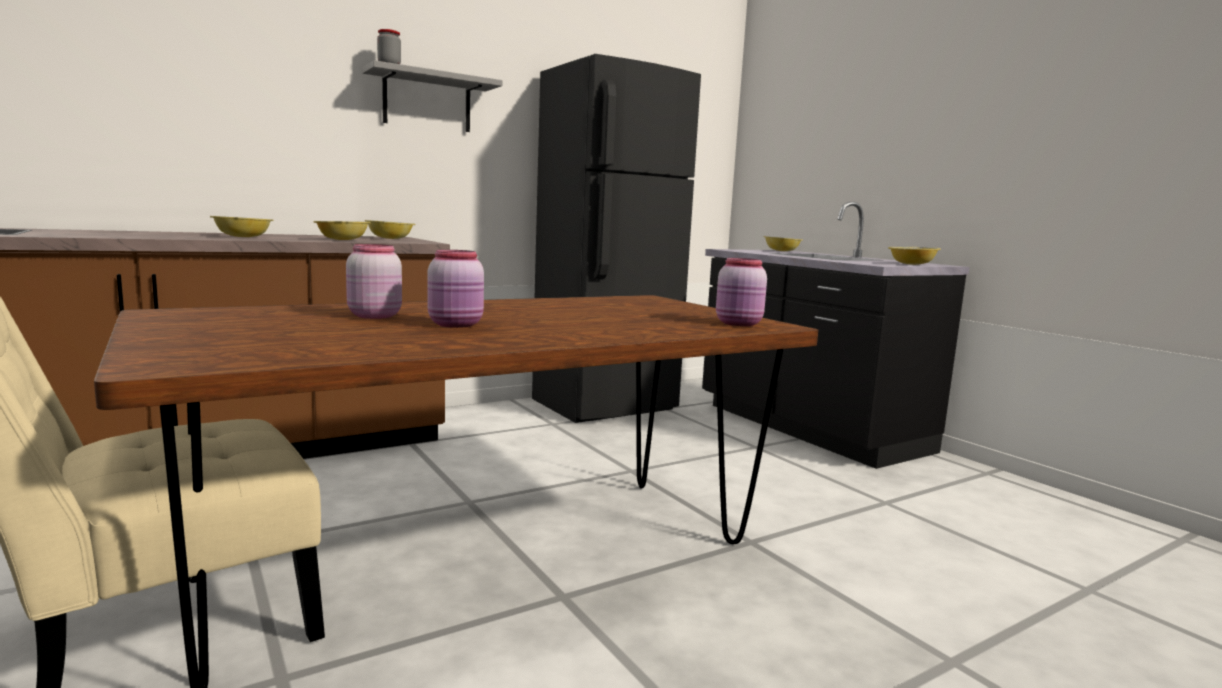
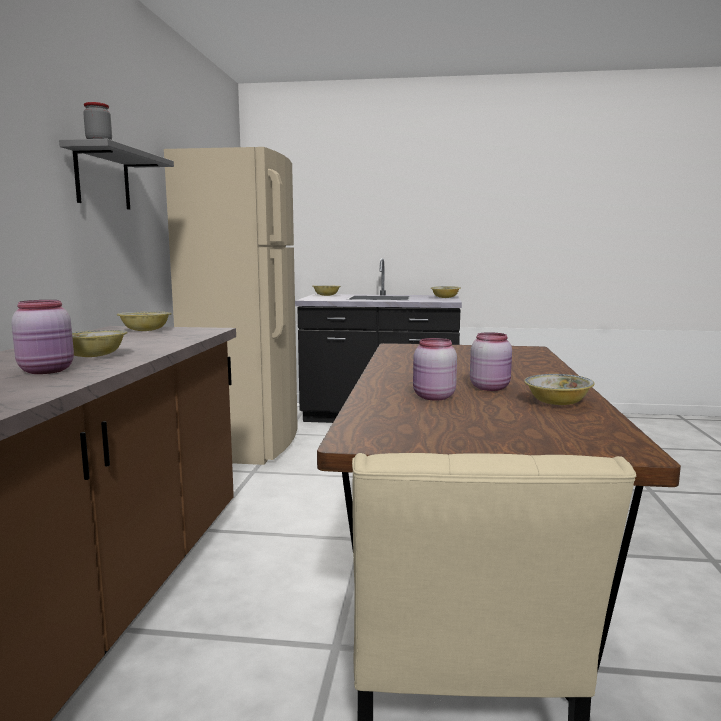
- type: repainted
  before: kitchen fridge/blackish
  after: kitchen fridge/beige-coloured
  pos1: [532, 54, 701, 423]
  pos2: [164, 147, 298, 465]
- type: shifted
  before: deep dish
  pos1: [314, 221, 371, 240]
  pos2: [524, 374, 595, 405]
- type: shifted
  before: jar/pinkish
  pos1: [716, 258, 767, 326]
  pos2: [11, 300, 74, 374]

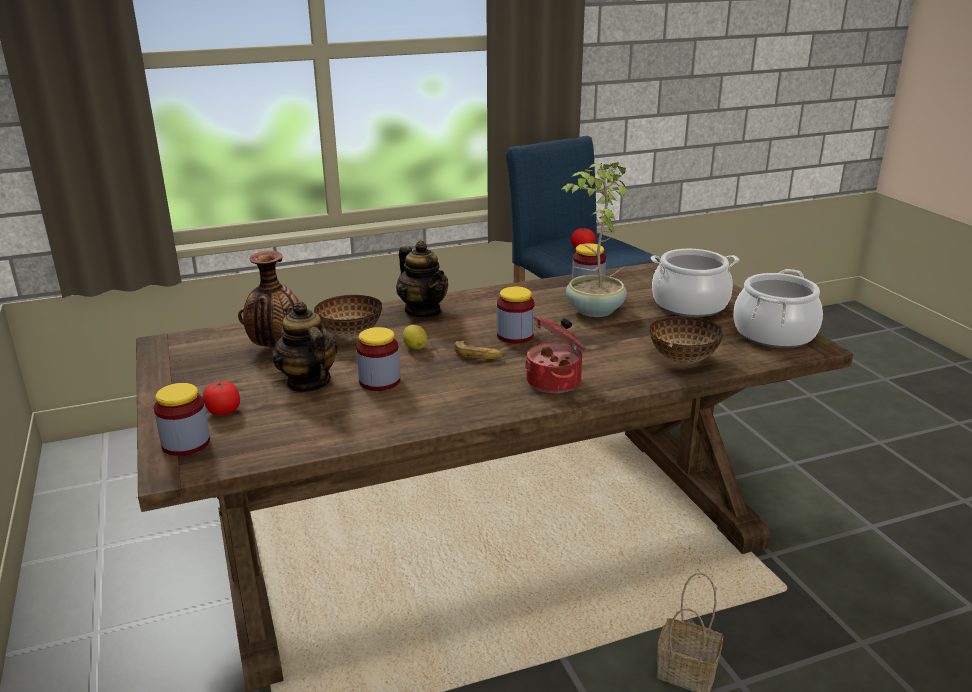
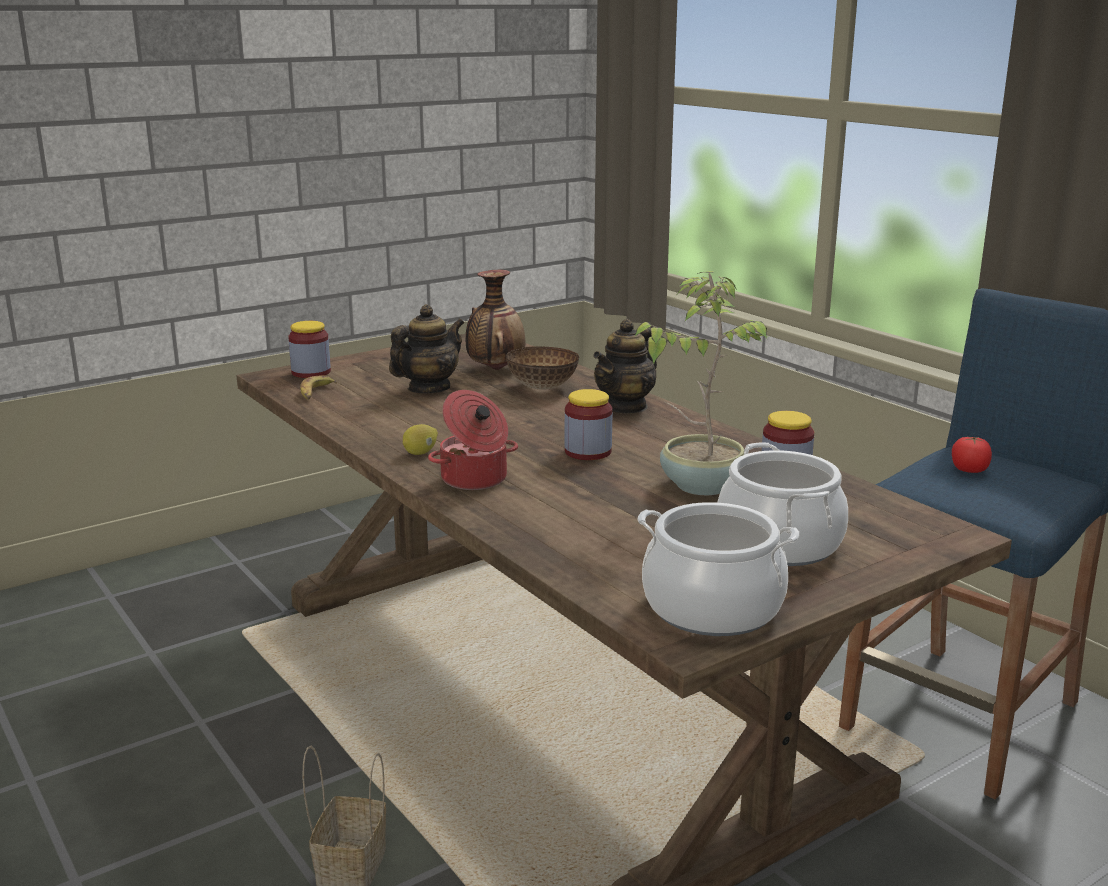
- type: gone
  before: deep dish
  pos1: [650, 316, 723, 363]
- type: shifted
  before: lemon
  pos1: [403, 325, 427, 350]
  pos2: [403, 424, 438, 455]
- type: gone
  before: jar
  pos1: [356, 327, 400, 391]
- type: shifted
  before: banana
  pos1: [454, 341, 503, 359]
  pos2: [300, 376, 337, 399]
- type: gone
  before: whole tomato
  pos1: [203, 380, 240, 415]

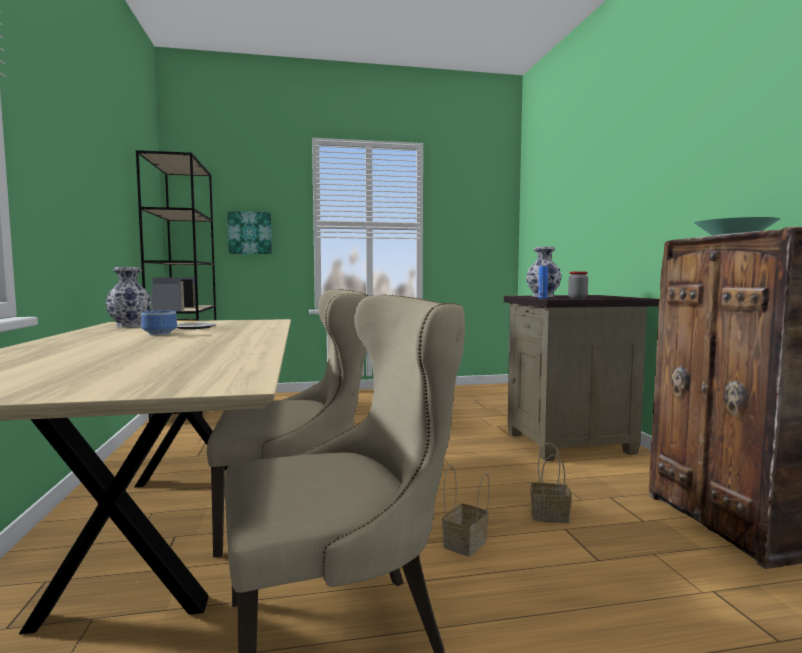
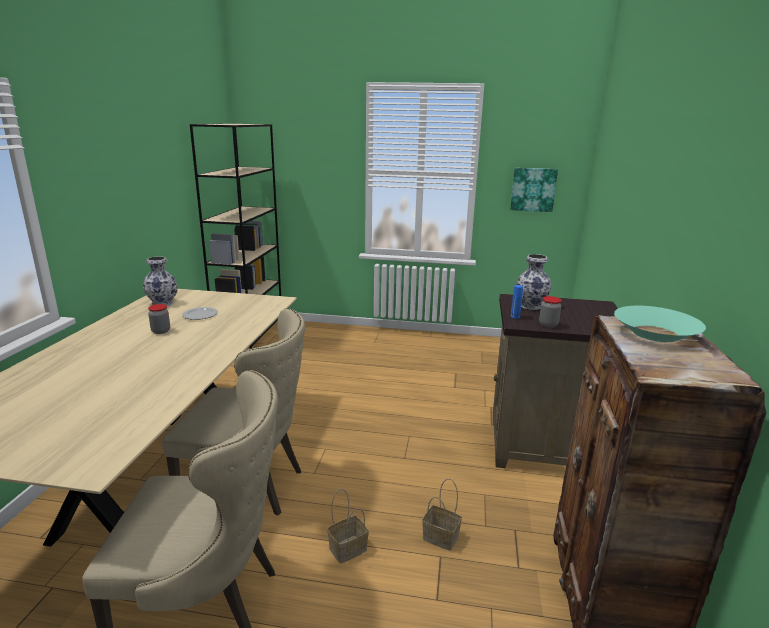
- type: shifted
  before: wall art
  pos1: [227, 211, 272, 254]
  pos2: [510, 168, 558, 212]
- type: swapped
  before: deep dish
  after: jar
  pos1: [141, 311, 177, 336]
  pos2: [148, 304, 170, 334]

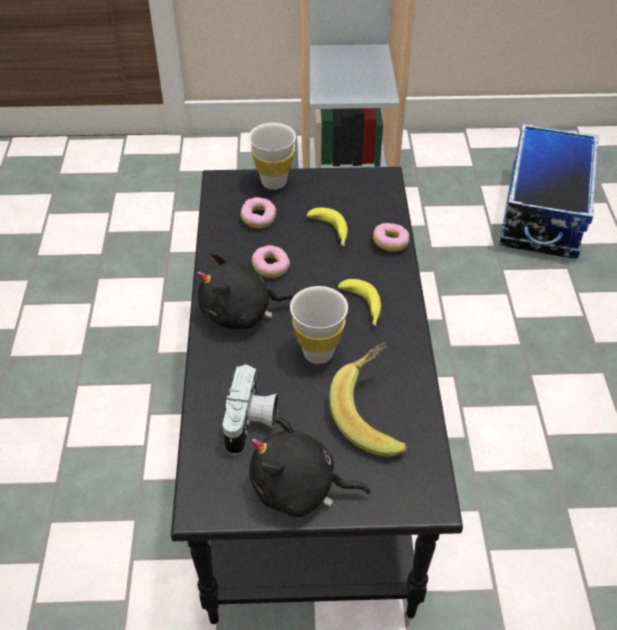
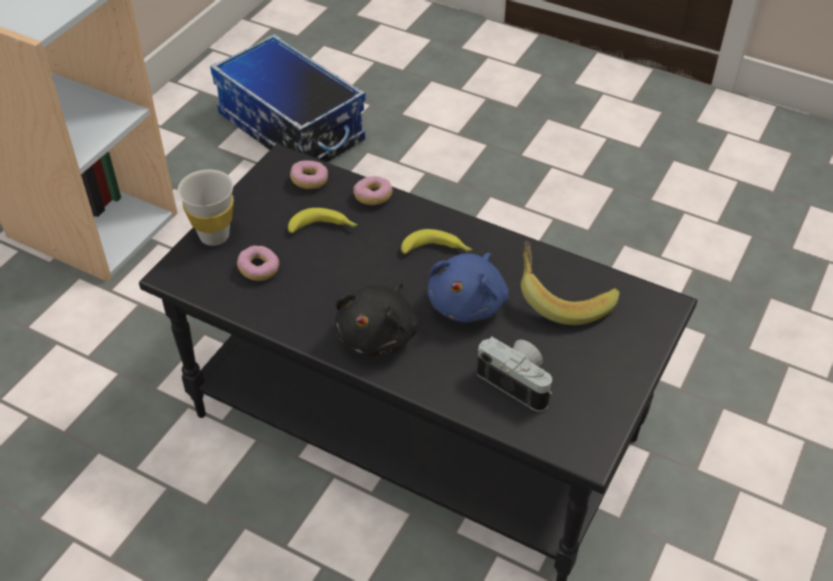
- type: shifted
  before: doughnut
  pos1: [252, 245, 290, 278]
  pos2: [290, 160, 328, 189]
- type: swapped
  before: cup/white-coloured
  after: cuddly toy/blue
  pos1: [290, 286, 348, 364]
  pos2: [427, 253, 509, 323]
- type: gone
  before: cuddly toy/blackish
  pos1: [249, 417, 370, 517]

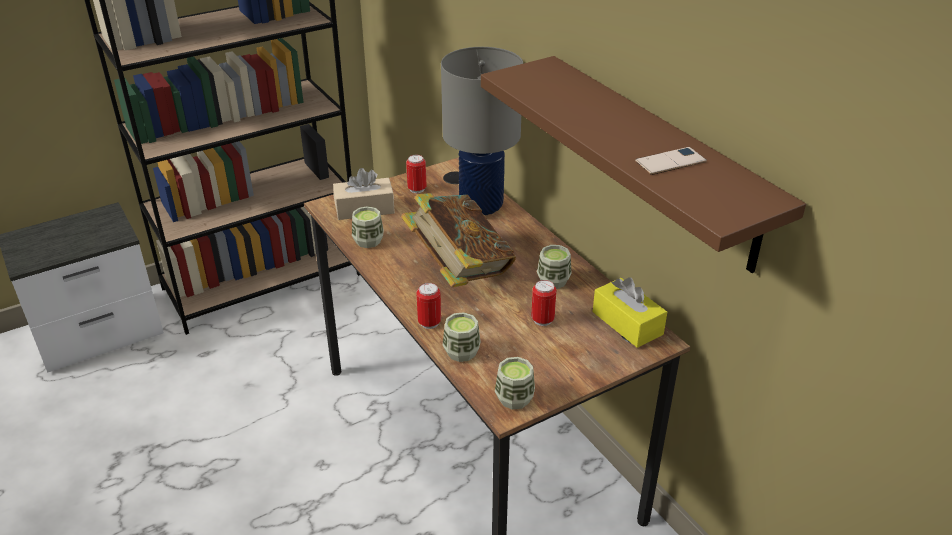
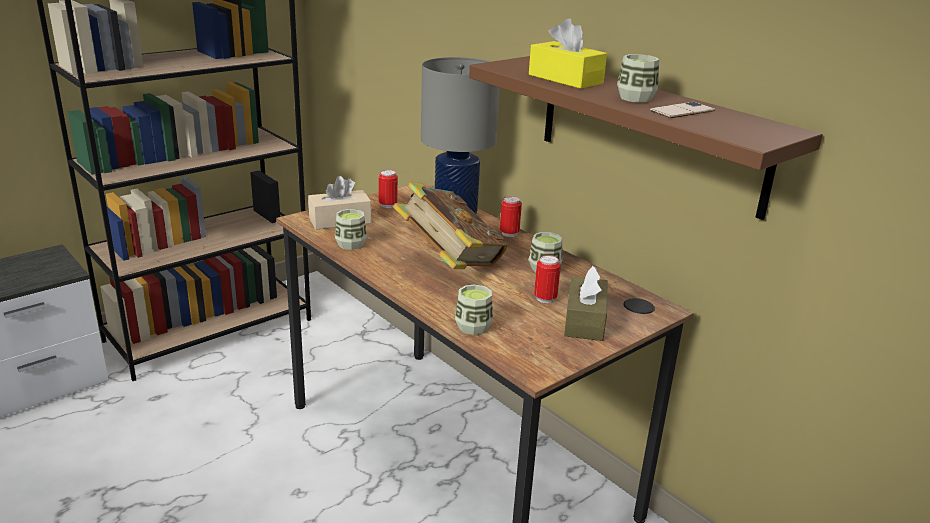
- type: shifted
  before: box of tissues/yellowish
  pos1: [593, 277, 667, 348]
  pos2: [529, 18, 607, 89]
- type: shifted
  before: metal can
  pos1: [416, 283, 441, 329]
  pos2: [500, 196, 522, 237]
- type: shifted
  before: cup
  pos1: [495, 357, 535, 410]
  pos2: [617, 54, 659, 103]
- type: new
  after: box of tissues/brownish
  pos2: [564, 266, 608, 341]

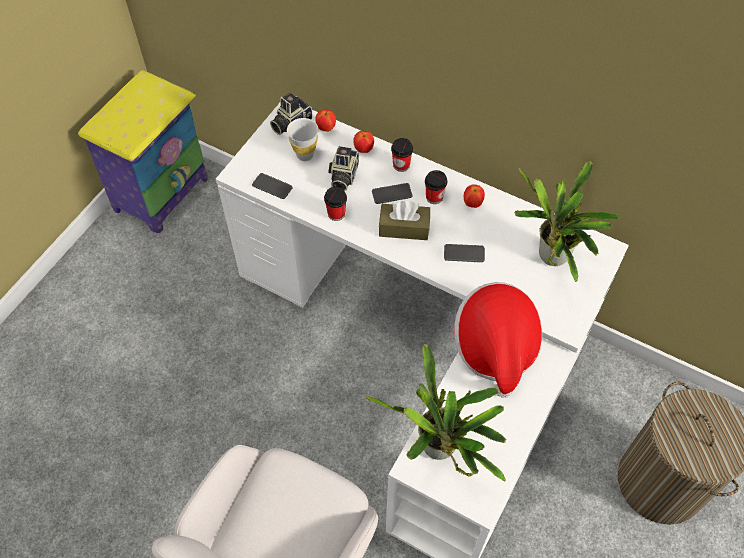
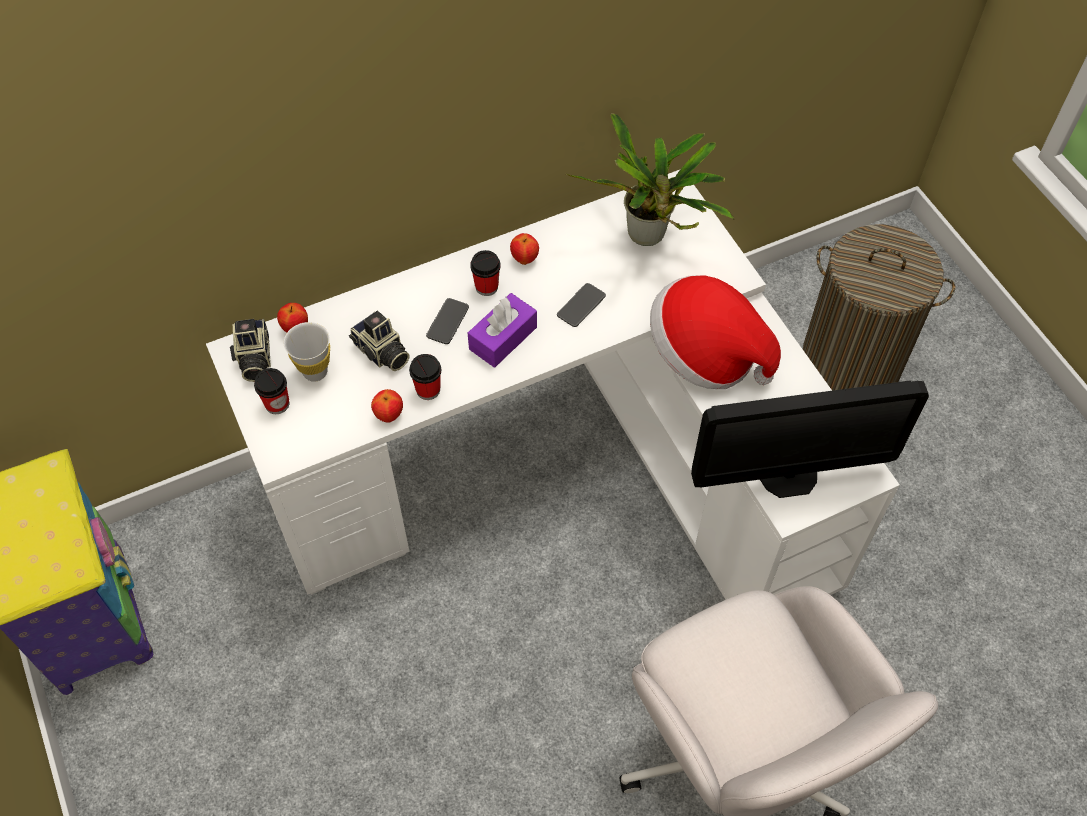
- type: shifted
  before: apple fruit
  pos1: [353, 131, 374, 153]
  pos2: [371, 389, 403, 423]
- type: shifted
  before: cup
  pos1: [391, 138, 413, 172]
  pos2: [254, 368, 289, 414]
- type: gone
  before: telephone
  pos1: [252, 173, 293, 199]
- type: repainted
  before: box of tissues/brownish
  after: box of tissues/purple
  pos1: [379, 201, 430, 240]
  pos2: [468, 293, 537, 367]
- type: swapped
  before: potted plant
  after: computer display
  pos1: [366, 344, 507, 481]
  pos2: [691, 380, 929, 498]

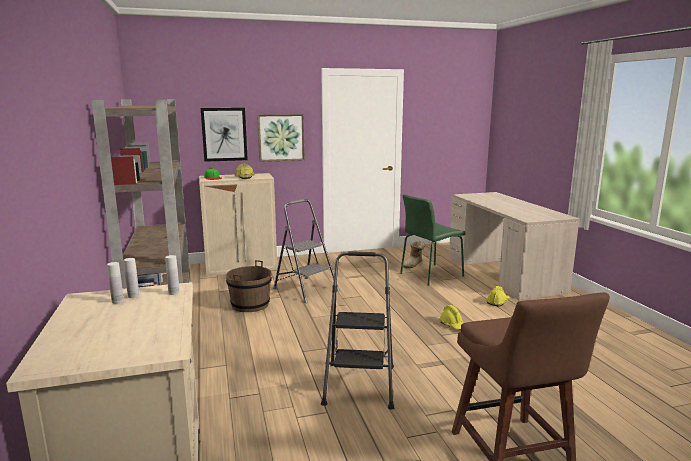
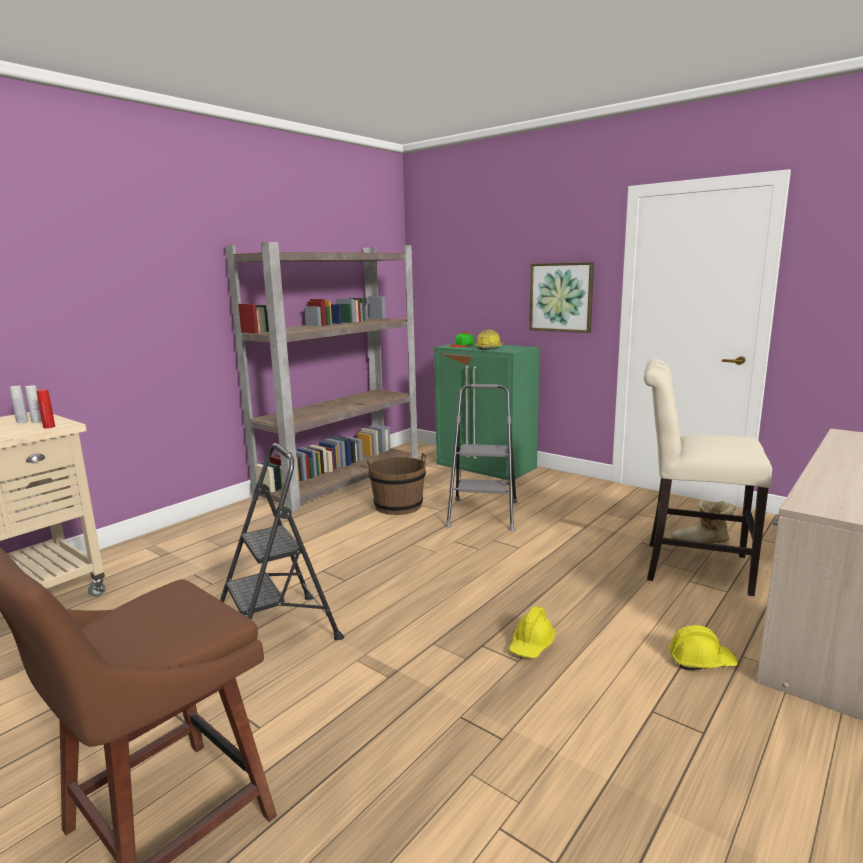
- type: gone
  before: wall art
  pos1: [201, 108, 248, 162]
- type: repainted
  before: cupboard/beige-coloured
  after: cupboard/green
  pos1: [199, 173, 277, 276]
  pos2: [434, 343, 540, 480]
- type: swapped
  before: plain chair/green
  after: stool seat/beige-coloured
  pos1: [400, 194, 466, 286]
  pos2: [644, 359, 772, 596]
- type: repainted
  before: drink bottle/white-coloured
  after: drink bottle/red-coloured
  pos1: [165, 255, 180, 295]
  pos2: [36, 389, 55, 428]

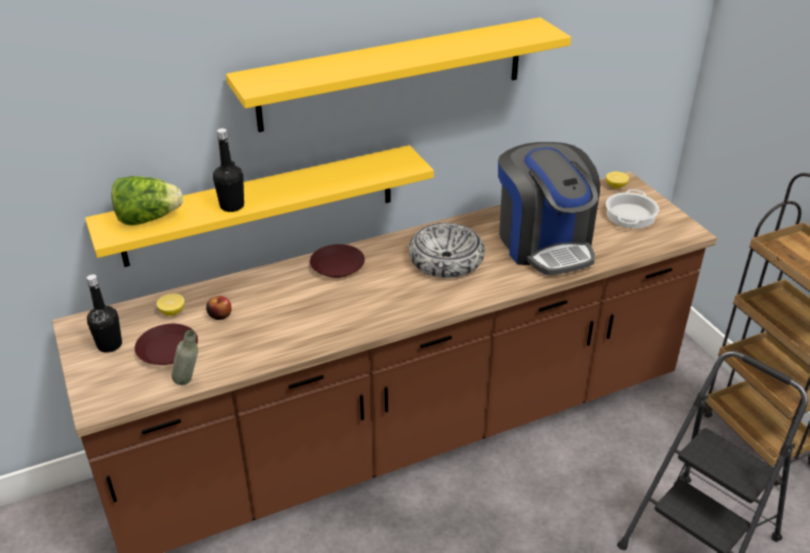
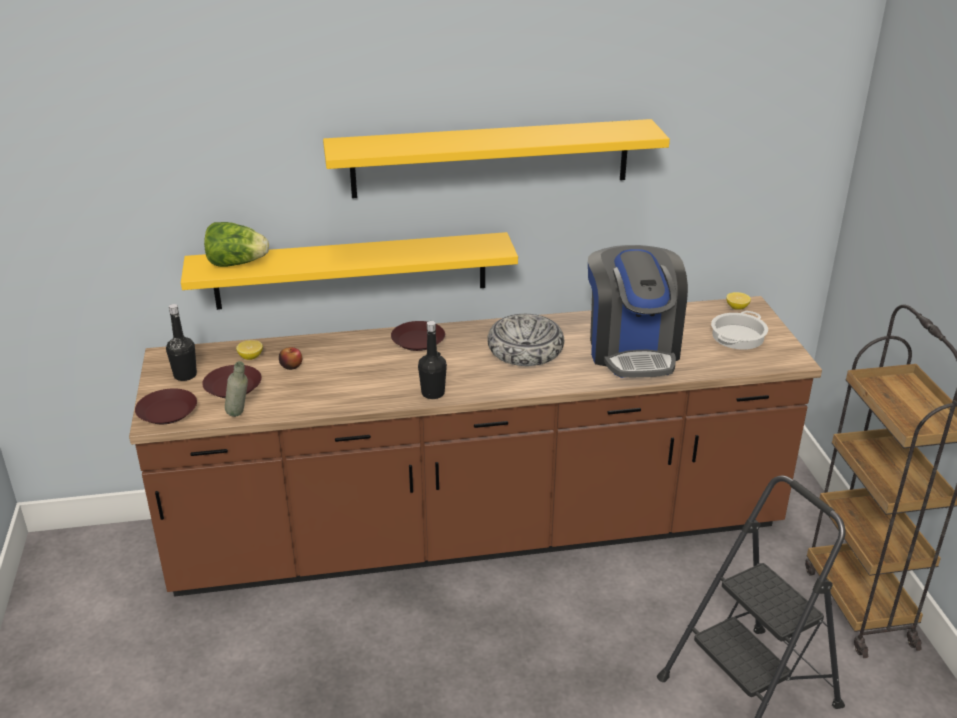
- type: shifted
  before: drink bottle/blackish
  pos1: [213, 128, 244, 212]
  pos2: [418, 321, 447, 399]
- type: new
  after: plate/brownish
  pos2: [135, 388, 197, 424]

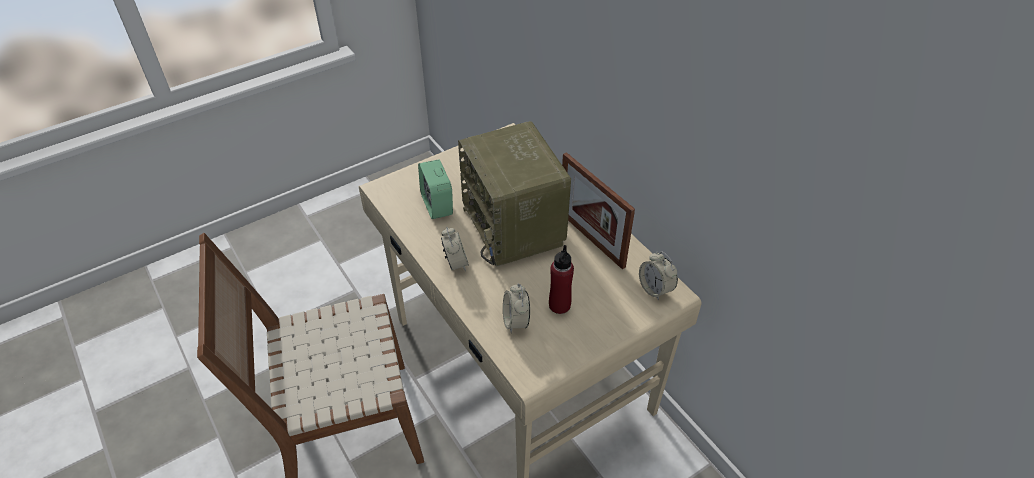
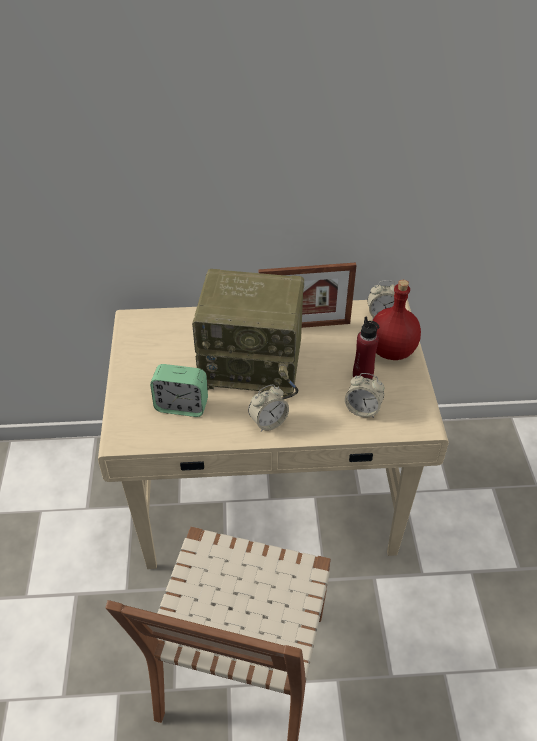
- type: rotated
  before: alarm clock
  pos1: [441, 227, 469, 271]
  pos2: [248, 384, 289, 432]
  turn: 135
- type: new
  after: drink bottle/red-coloured
  pos2: [372, 280, 421, 360]

